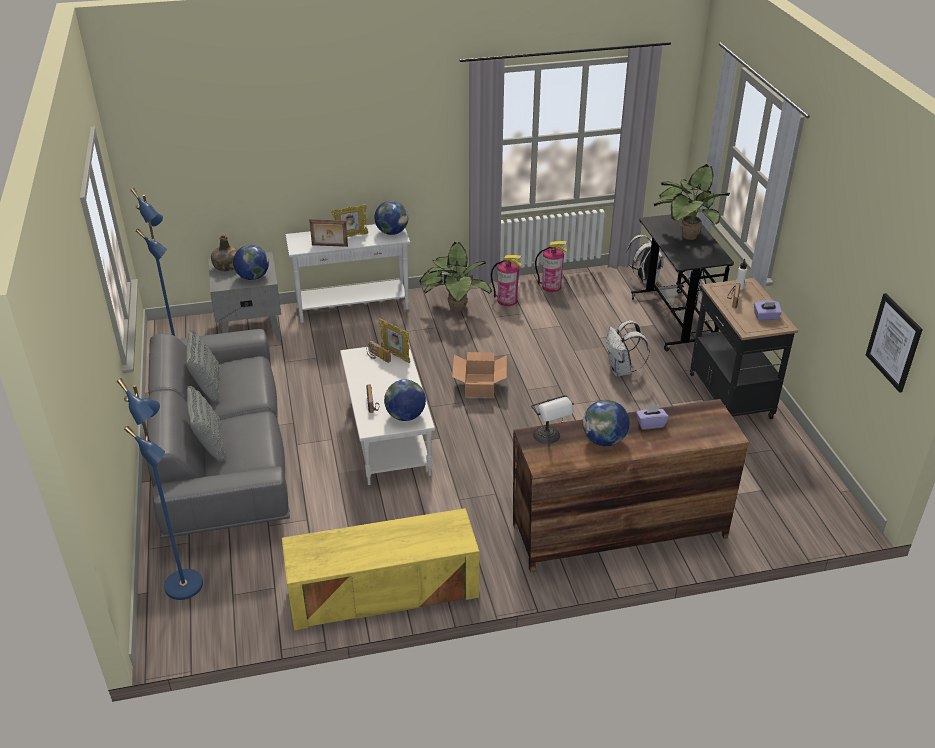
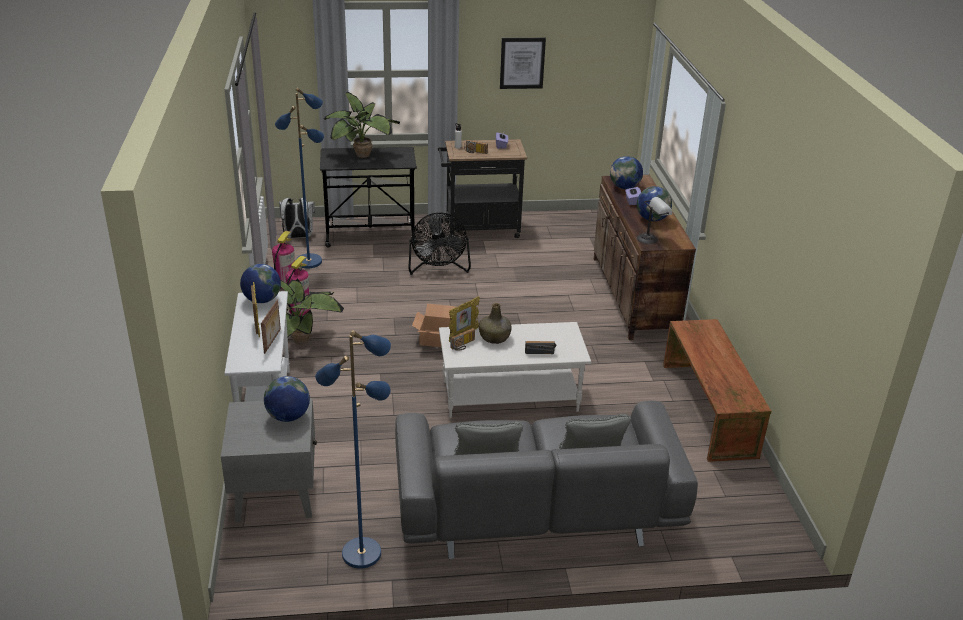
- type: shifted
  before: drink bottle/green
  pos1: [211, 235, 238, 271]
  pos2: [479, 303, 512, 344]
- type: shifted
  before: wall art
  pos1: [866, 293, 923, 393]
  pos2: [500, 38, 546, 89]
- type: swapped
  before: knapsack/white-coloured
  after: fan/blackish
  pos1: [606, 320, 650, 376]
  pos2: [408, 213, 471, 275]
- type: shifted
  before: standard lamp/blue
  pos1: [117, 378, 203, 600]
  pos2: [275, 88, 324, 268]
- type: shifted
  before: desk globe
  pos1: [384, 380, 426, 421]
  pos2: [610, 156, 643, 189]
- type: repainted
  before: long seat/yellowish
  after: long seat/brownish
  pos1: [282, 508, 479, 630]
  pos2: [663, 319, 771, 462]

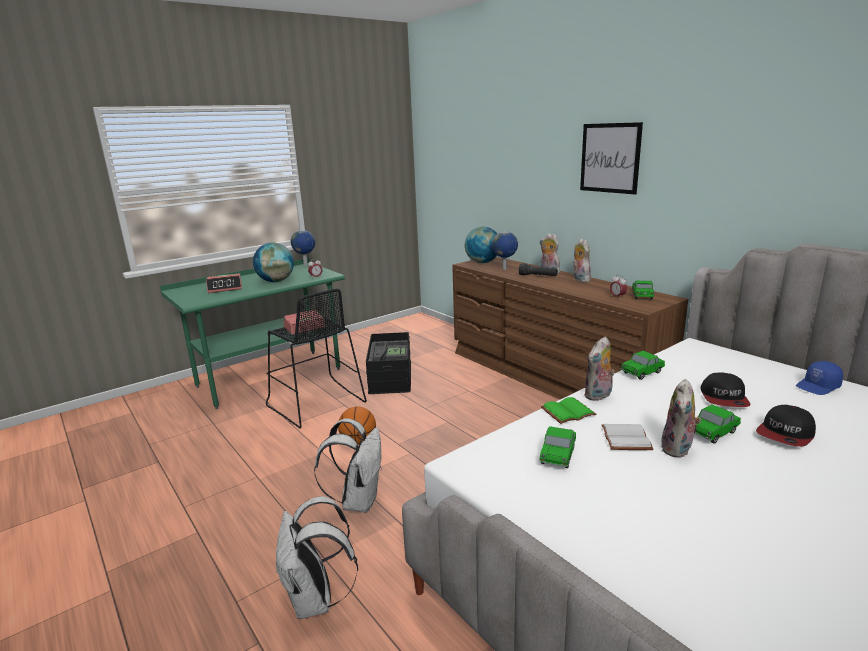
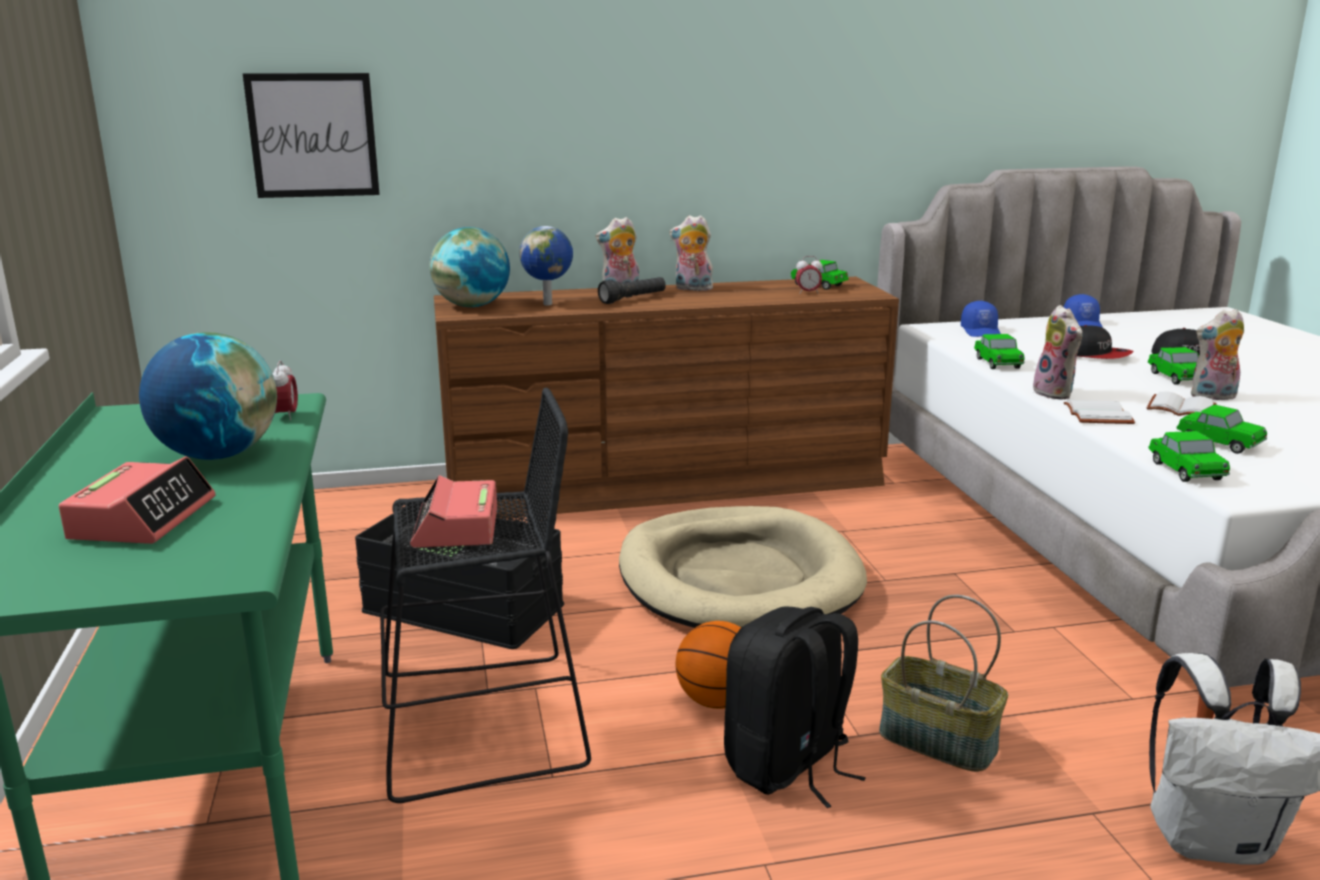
- type: shifted
  before: wall art
  pos1: [580, 122, 643, 195]
  pos2: [243, 73, 380, 198]
- type: gone
  before: desk globe
  pos1: [291, 230, 315, 265]
- type: rotated
  before: cuddly toy
  pos1: [660, 379, 701, 458]
  pos2: [1191, 309, 1244, 400]
  turn: 120
- type: repainted
  before: book/green
  after: book/white-coloured
  pos1: [541, 397, 597, 424]
  pos2: [1064, 400, 1135, 424]
- type: swapped
  before: knapsack/white-coloured
  after: household basket
  pos1: [314, 418, 382, 513]
  pos2: [879, 595, 1008, 772]
- type: new
  after: baseball cap/blue
  pos2: [961, 301, 1001, 337]
- type: new
  after: toy car
  pos2: [1148, 431, 1230, 482]
- type: new
  after: dog bed/beige-coloured
  pos2: [619, 506, 867, 628]
- type: new
  after: knapsack/blackish
  pos2: [724, 607, 866, 808]

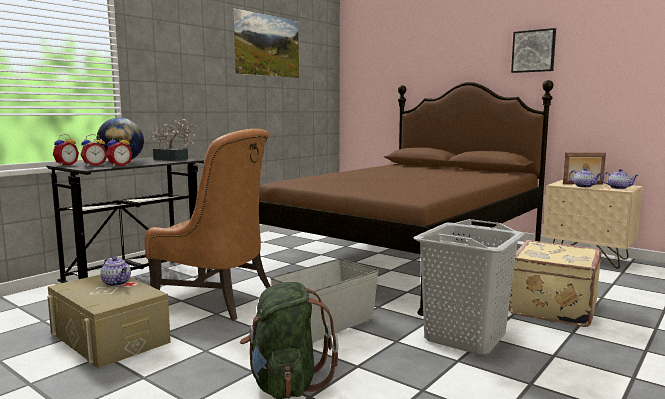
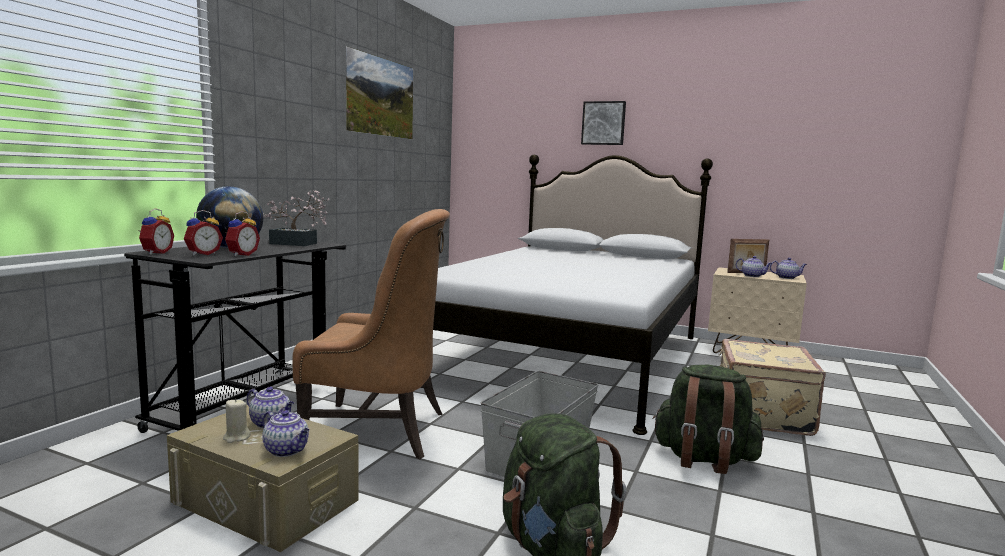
- type: shifted
  before: wall art
  pos1: [511, 28, 556, 73]
  pos2: [581, 101, 626, 145]
- type: repainted
  before: bedroom bed/brownish
  after: bedroom bed/white-coloured
  pos1: [252, 80, 553, 316]
  pos2: [433, 155, 713, 435]
- type: swapped
  before: hamper/greyish
  after: knapsack/green
  pos1: [413, 219, 525, 355]
  pos2: [653, 365, 764, 474]
- type: new
  after: wax candle/beige-coloured
  pos2: [223, 399, 251, 443]
- type: new
  after: tea pot
  pos2: [262, 410, 310, 457]

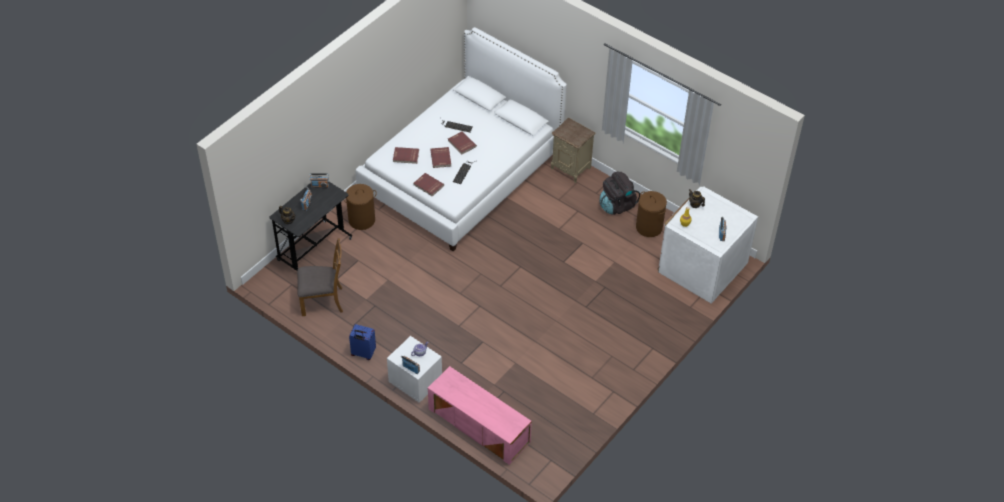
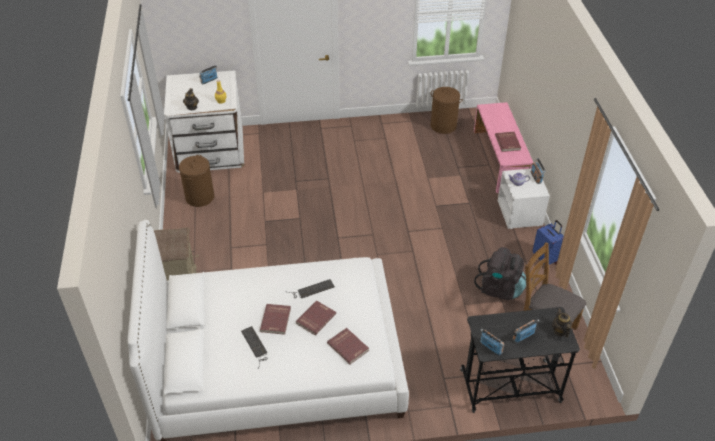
- type: shifted
  before: knapsack/blackish
  pos1: [600, 171, 640, 215]
  pos2: [474, 247, 526, 300]
- type: shifted
  before: book/red-coloured
  pos1: [414, 173, 444, 196]
  pos2: [495, 132, 521, 152]
- type: shifted
  before: hamper/brownish
  pos1: [344, 184, 377, 230]
  pos2: [431, 87, 463, 134]

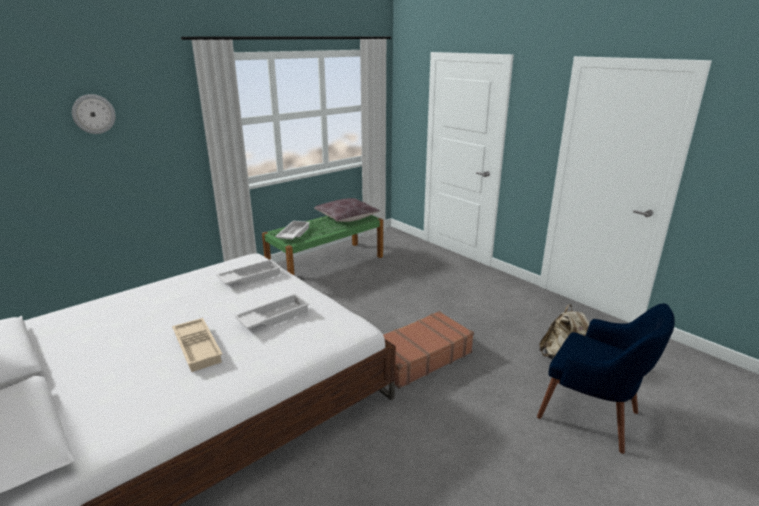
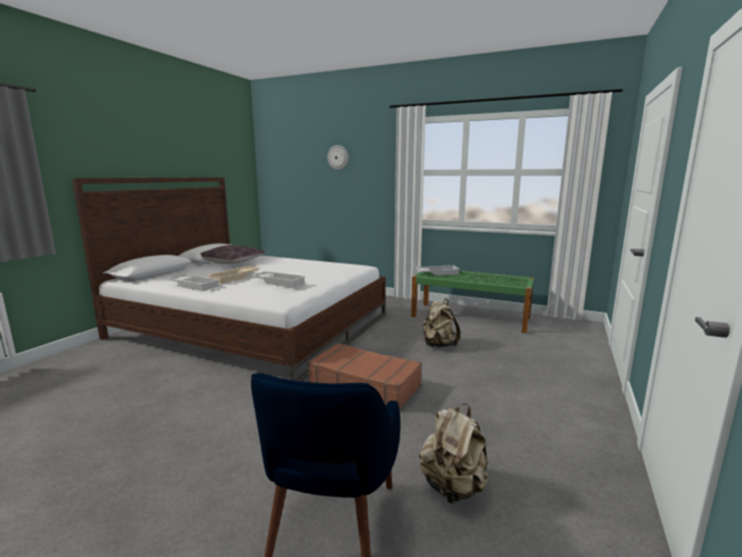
- type: shifted
  before: throw pillow/brownish
  pos1: [314, 198, 380, 222]
  pos2: [201, 245, 266, 264]
- type: shifted
  before: tray/white-coloured
  pos1: [216, 259, 281, 285]
  pos2: [166, 274, 220, 291]
- type: new
  after: knapsack/beige-coloured
  pos2: [423, 299, 461, 347]

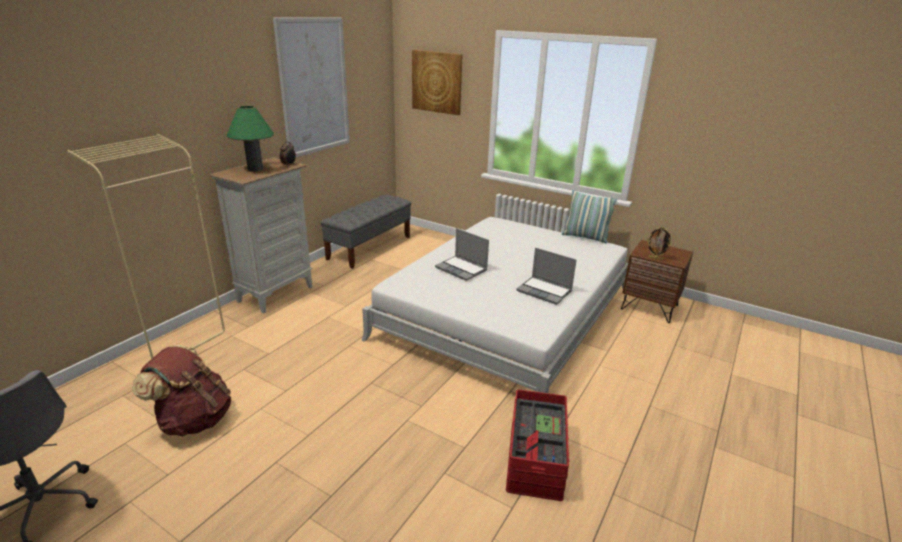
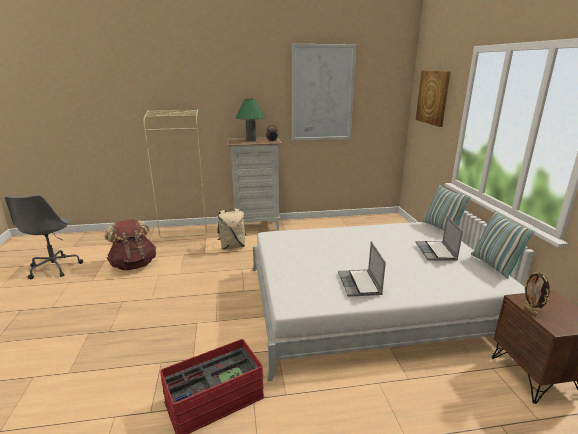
- type: gone
  before: long seat/greyish
  pos1: [320, 195, 411, 269]
- type: shifted
  before: notebook computer
  pos1: [435, 228, 489, 281]
  pos2: [416, 216, 463, 261]
- type: new
  after: throw pillow
  pos2: [423, 184, 471, 231]
- type: new
  after: knapsack/beige-coloured
  pos2: [217, 208, 246, 250]

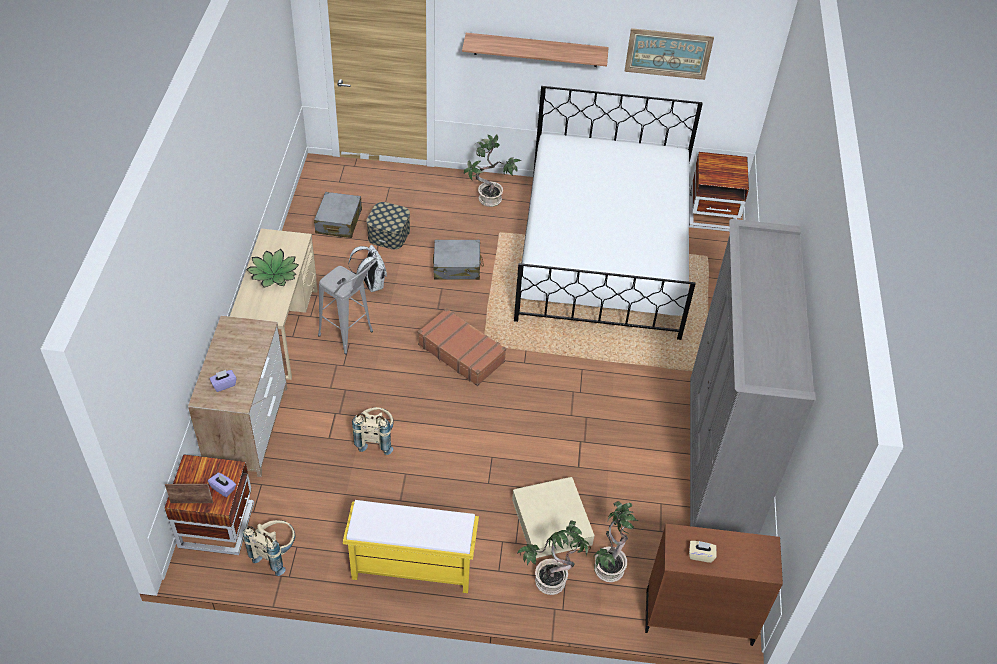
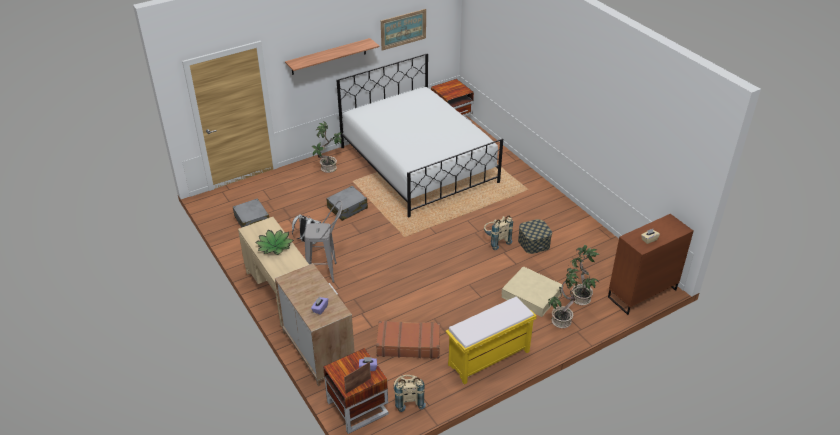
- type: shifted
  before: storage box
  pos1: [366, 202, 410, 249]
  pos2: [518, 219, 552, 254]
- type: gone
  before: armoire/greyish
  pos1: [690, 219, 816, 534]
- type: shifted
  before: travel case/brownish
  pos1: [418, 308, 506, 386]
  pos2: [376, 321, 440, 359]
- type: shifted
  before: knapsack/beige-coloured
  pos1: [352, 407, 393, 455]
  pos2: [484, 216, 513, 250]

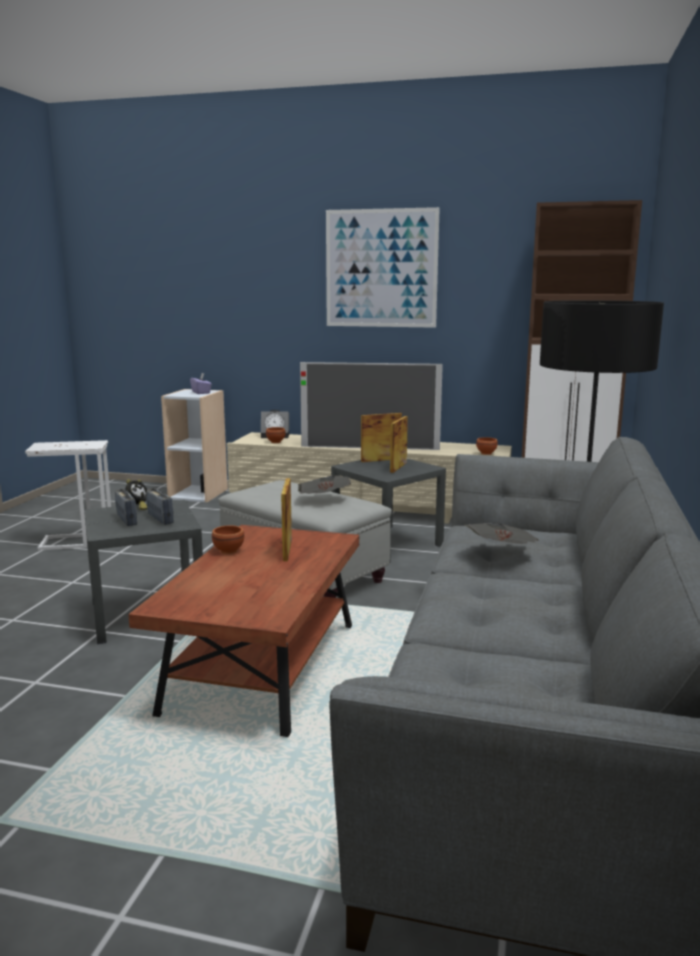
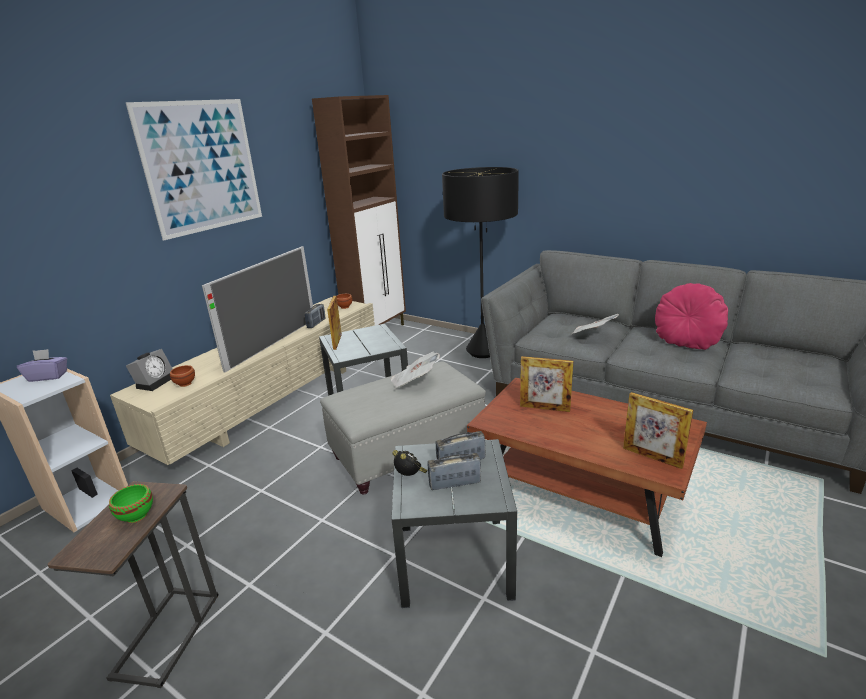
- type: shifted
  before: photo frame
  pos1: [390, 416, 408, 473]
  pos2: [623, 392, 693, 469]
- type: repainted
  before: accent table/white-coloured
  after: accent table/brownish
  pos1: [25, 440, 111, 551]
  pos2: [47, 481, 219, 688]
- type: gone
  before: deep dish/brownish
  pos1: [212, 525, 245, 554]
- type: new
  after: throw pillow/pinkish
  pos2: [655, 283, 728, 350]
- type: new
  after: radio
  pos2: [305, 304, 325, 328]
- type: new
  after: deep dish/green
  pos2: [109, 484, 153, 523]

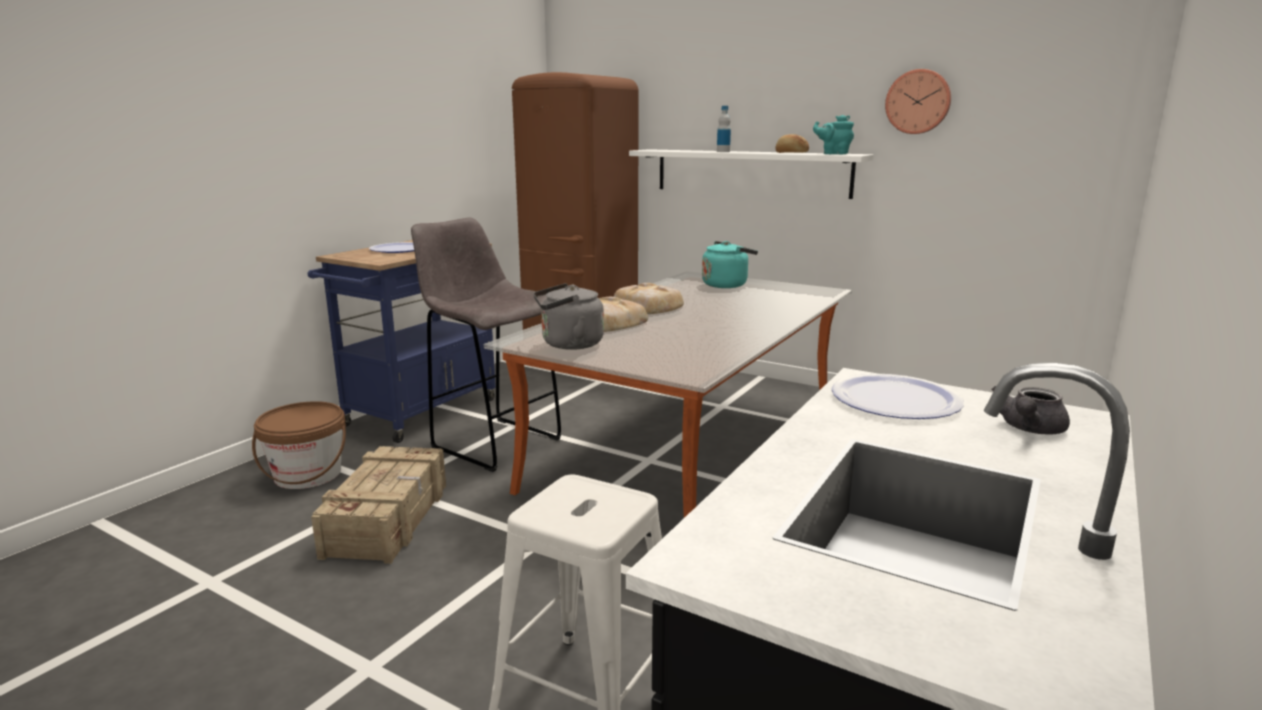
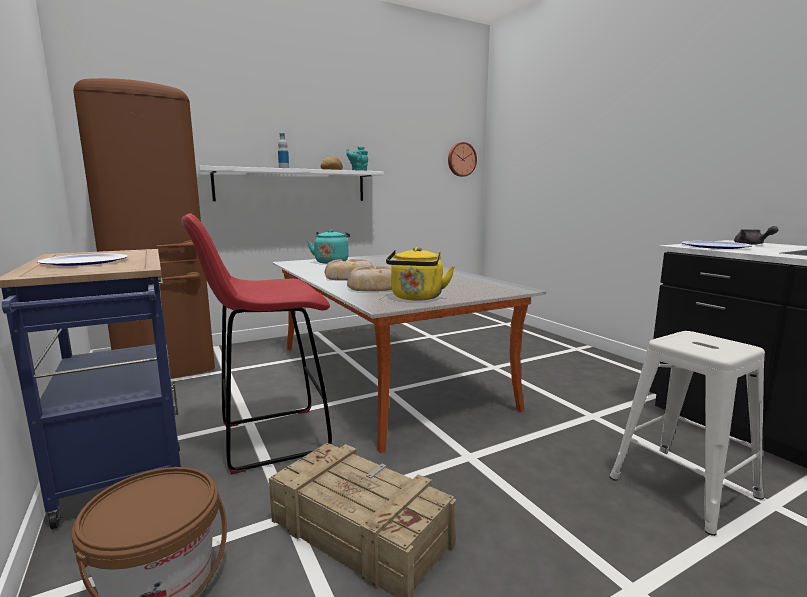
- type: shifted
  before: clock on the wall
  pos1: [885, 69, 951, 134]
  pos2: [448, 142, 477, 177]
- type: repainted
  before: stool seat/greyish
  after: stool seat/red-coloured
  pos1: [411, 217, 561, 472]
  pos2: [181, 213, 332, 474]
- type: repainted
  before: water kettle/greyish
  after: water kettle/yellowish
  pos1: [534, 283, 604, 350]
  pos2: [386, 247, 455, 301]

